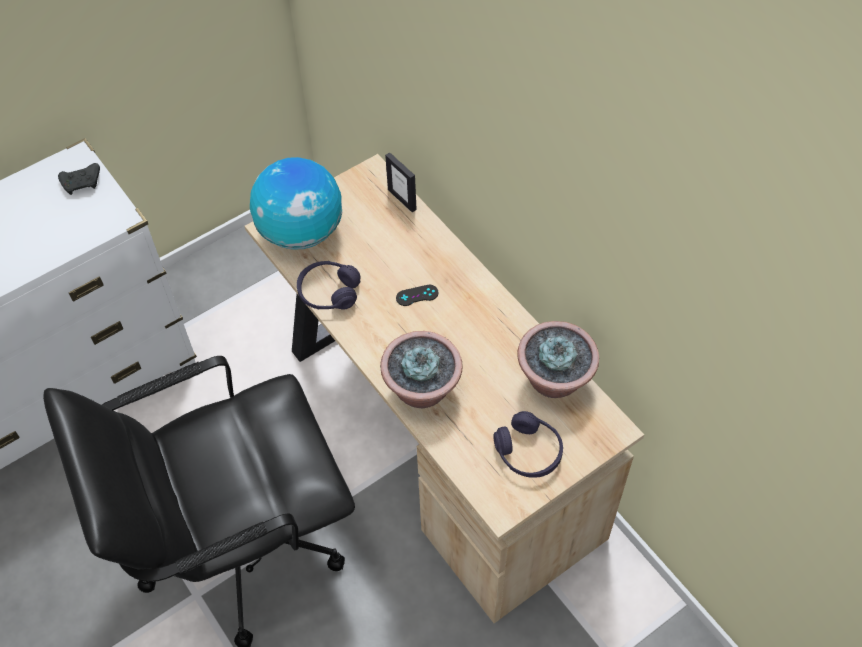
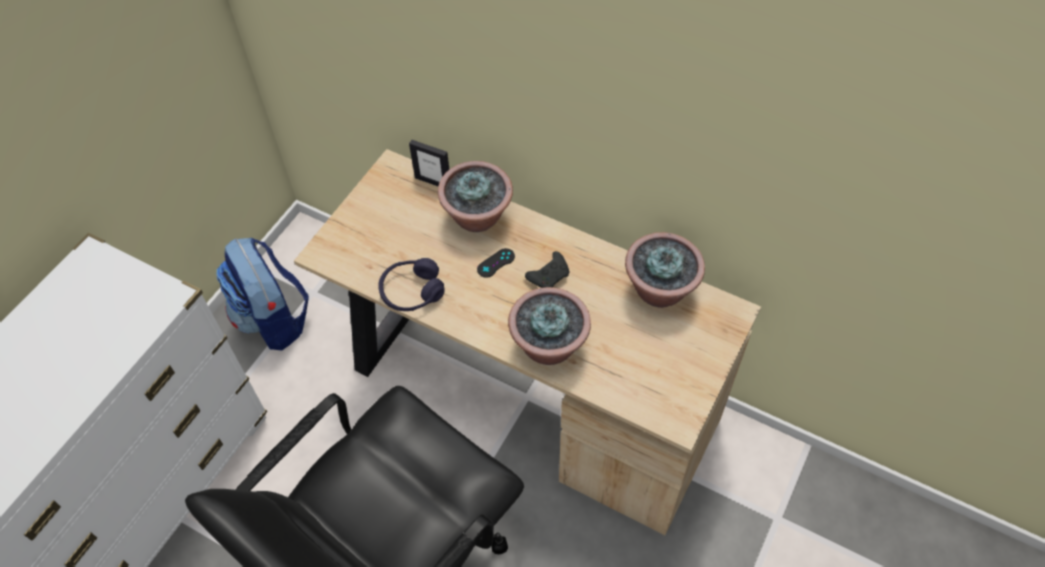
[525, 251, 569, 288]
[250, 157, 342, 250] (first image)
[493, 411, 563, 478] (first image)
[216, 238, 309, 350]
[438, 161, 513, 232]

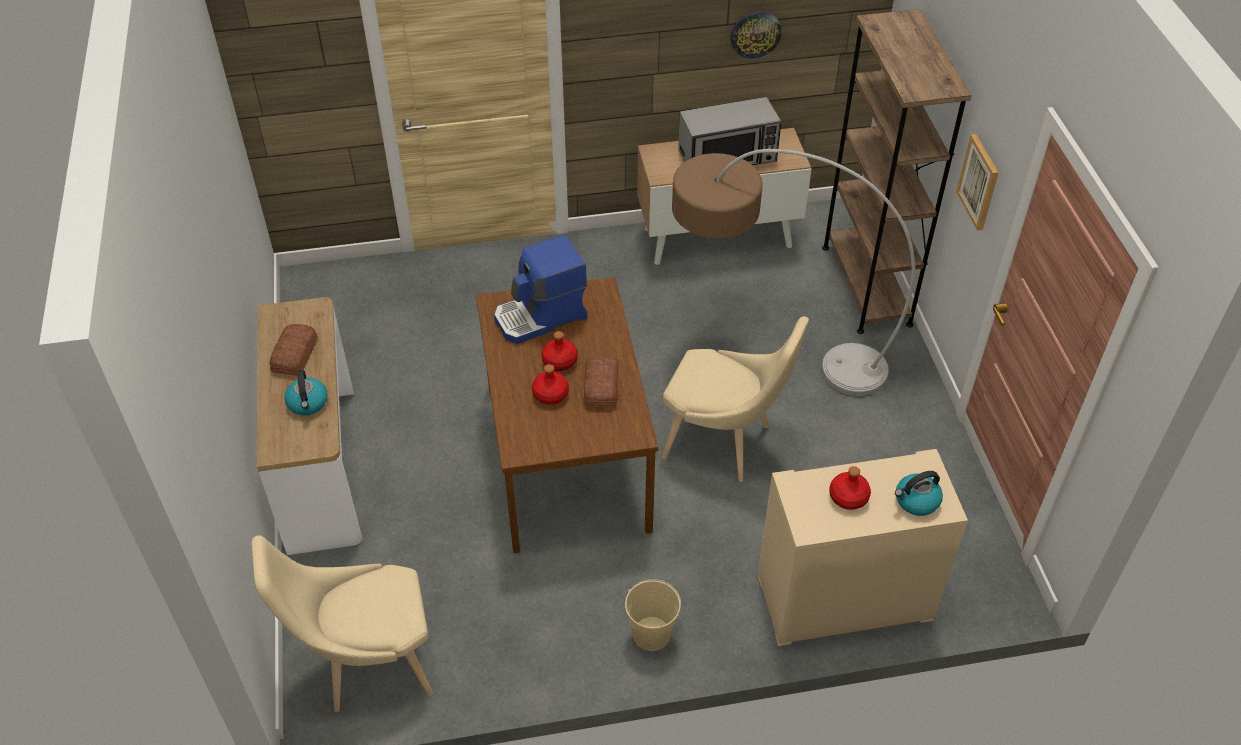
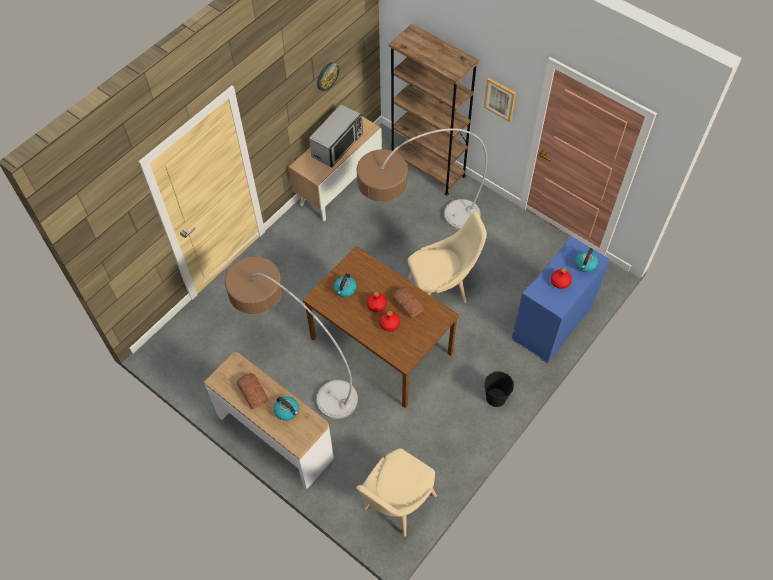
[334, 273, 357, 297]
[484, 371, 514, 407]
[512, 236, 610, 364]
[225, 256, 358, 419]

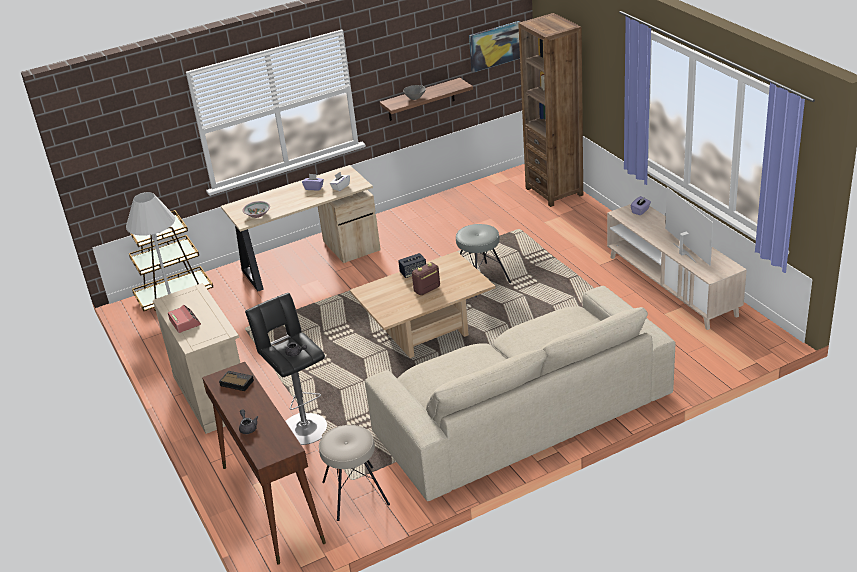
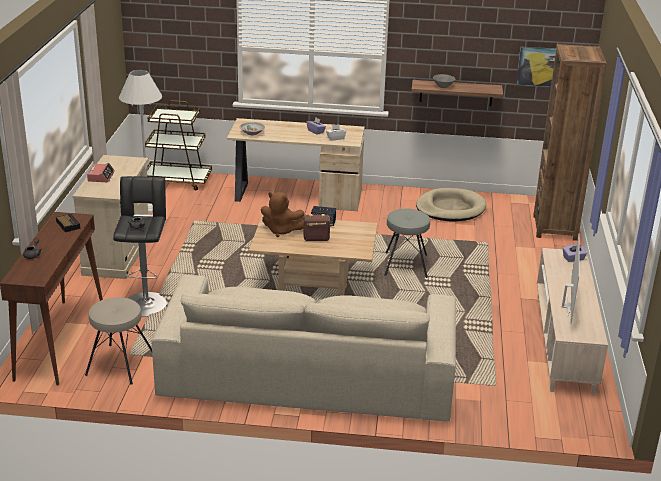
[261, 192, 305, 237]
[416, 188, 486, 221]

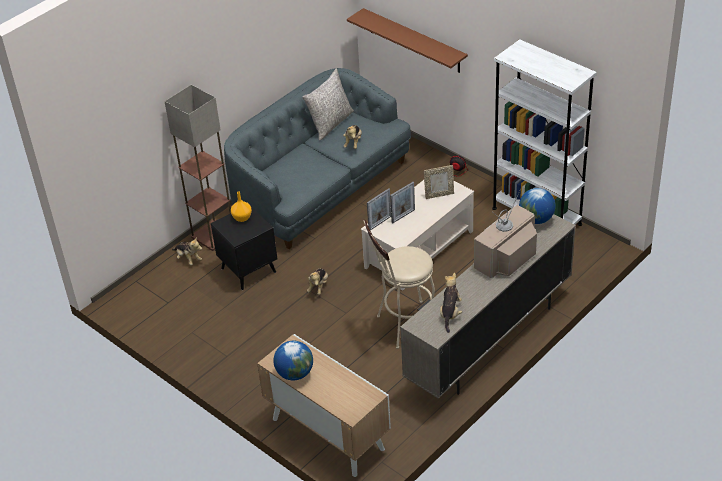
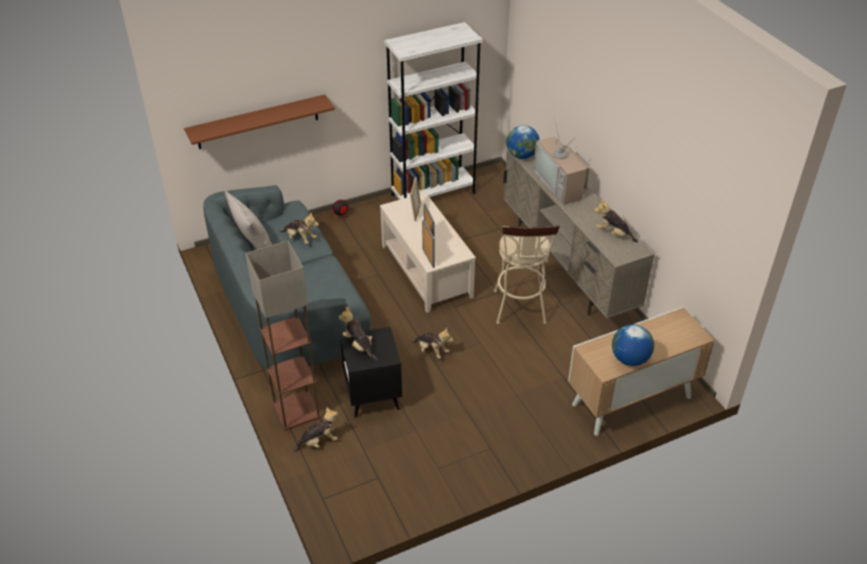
[339, 307, 378, 361]

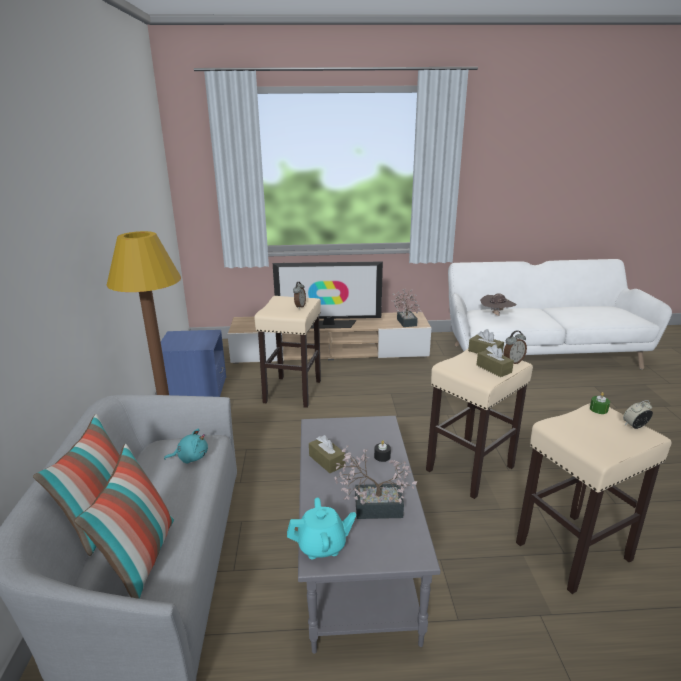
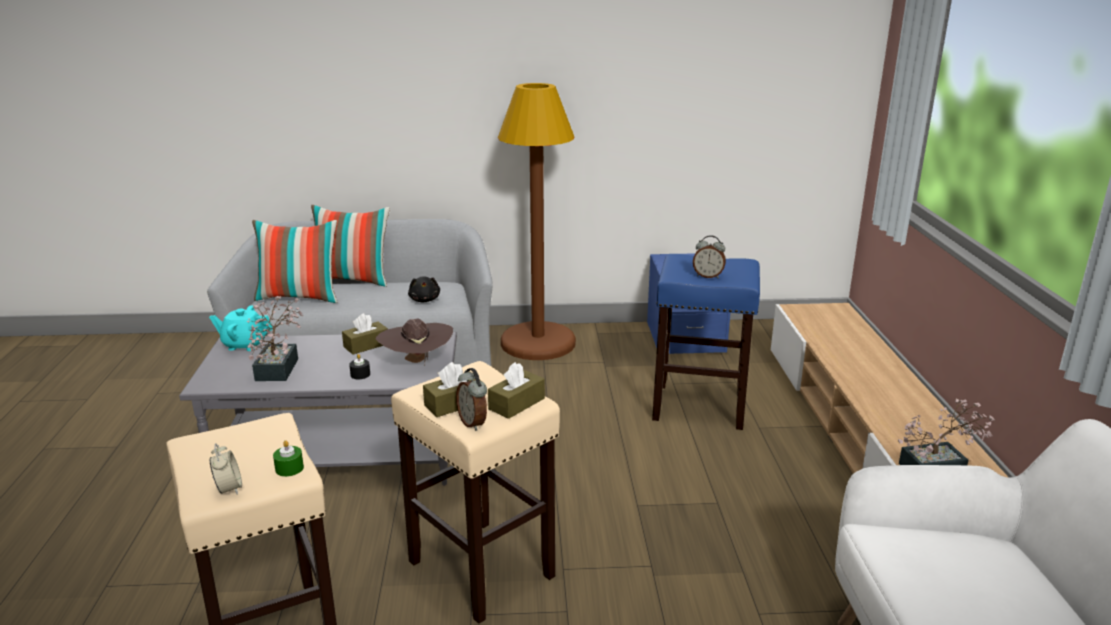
[408, 276, 440, 302]
[652, 254, 760, 430]
[273, 261, 383, 329] (first image)
[209, 305, 272, 351]
[376, 318, 453, 366]

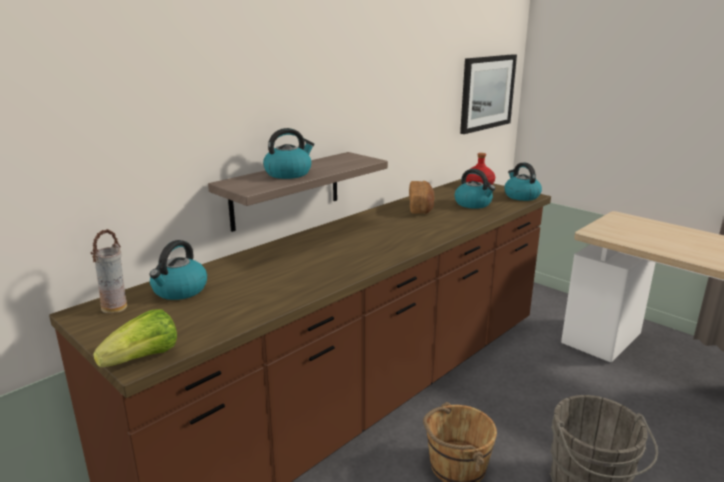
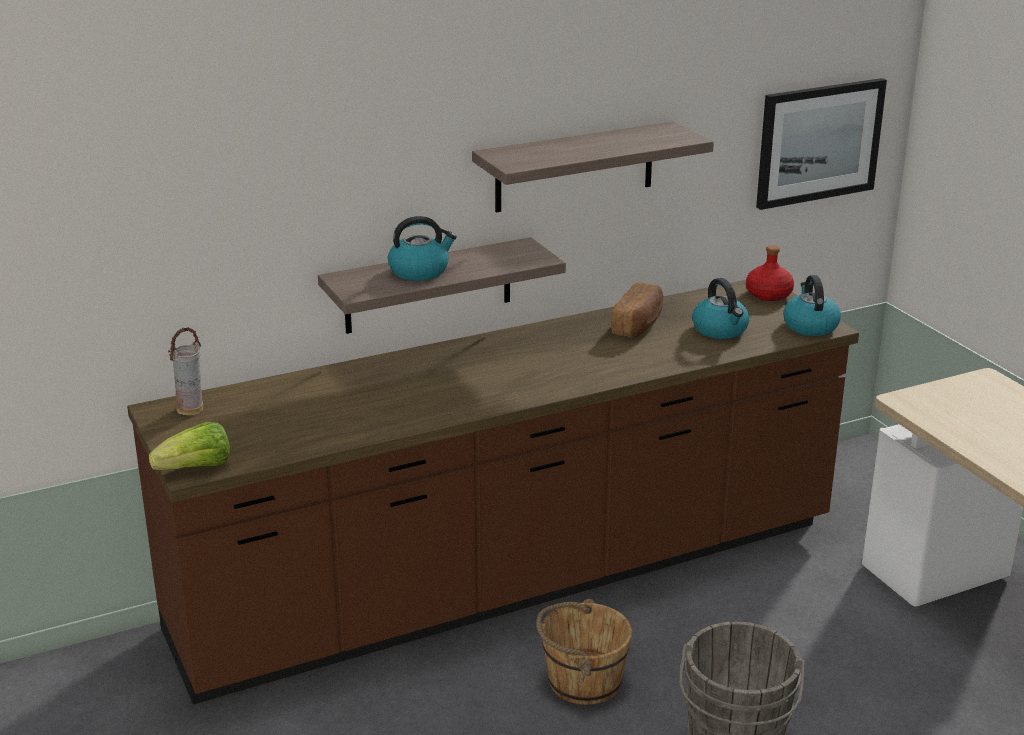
[149, 240, 207, 300] (first image)
[472, 121, 714, 213]

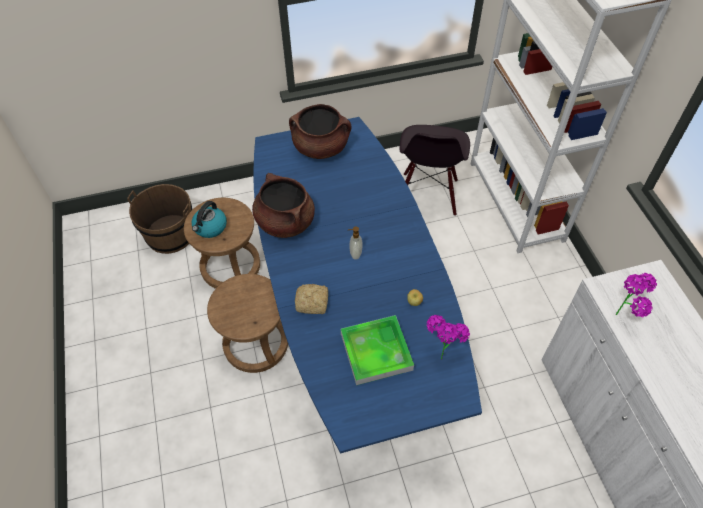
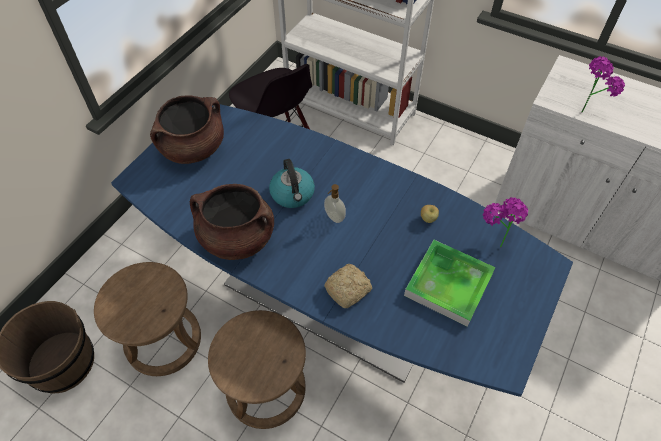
[269, 159, 315, 208]

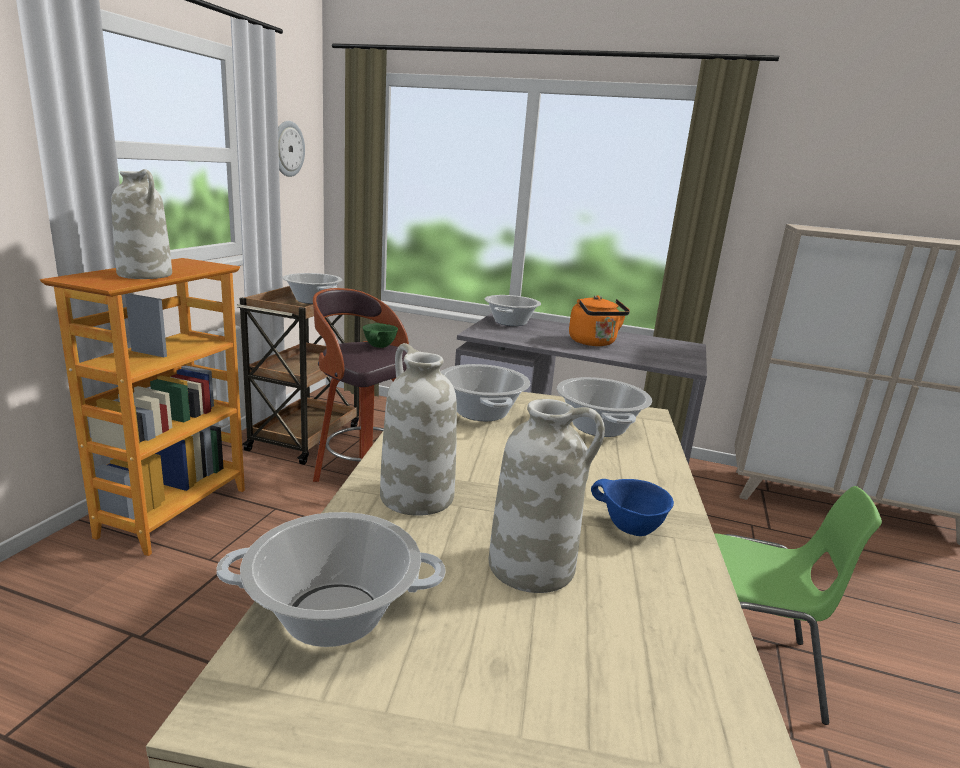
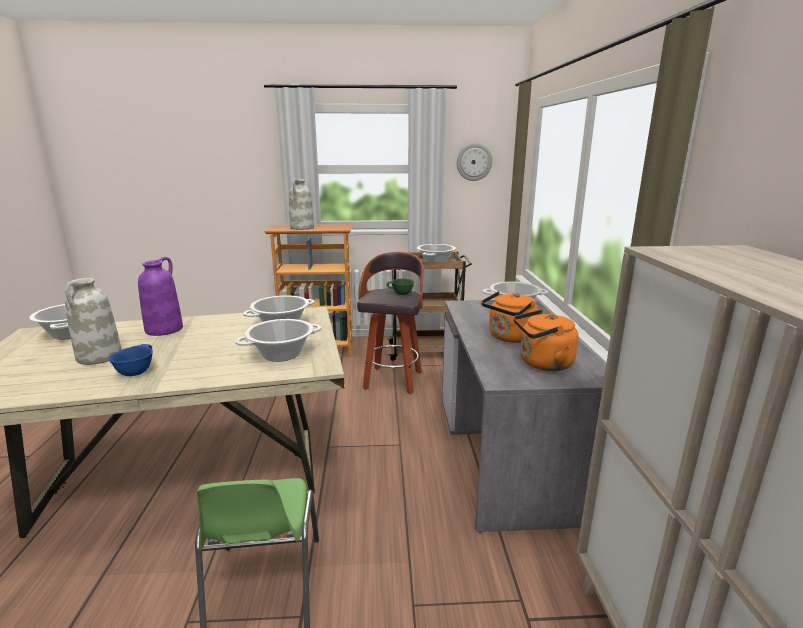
[138, 257, 183, 336]
[514, 310, 578, 371]

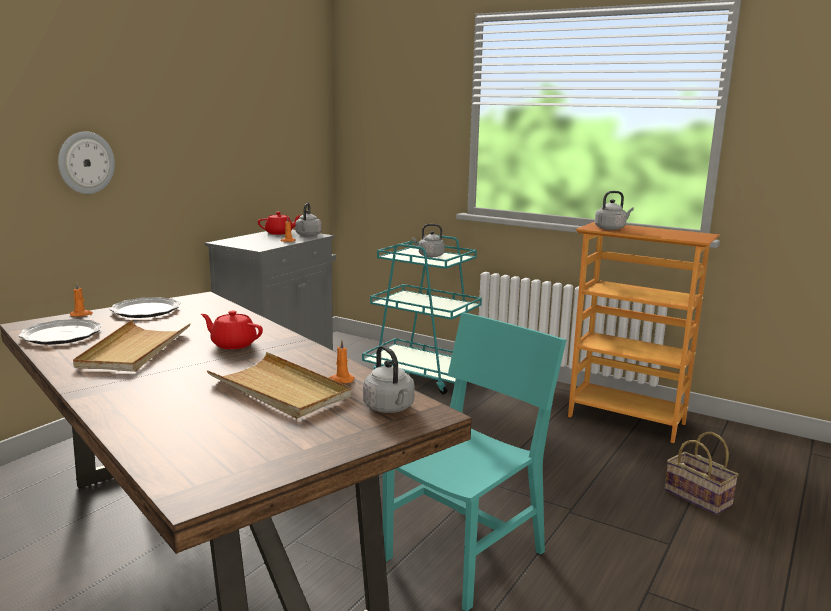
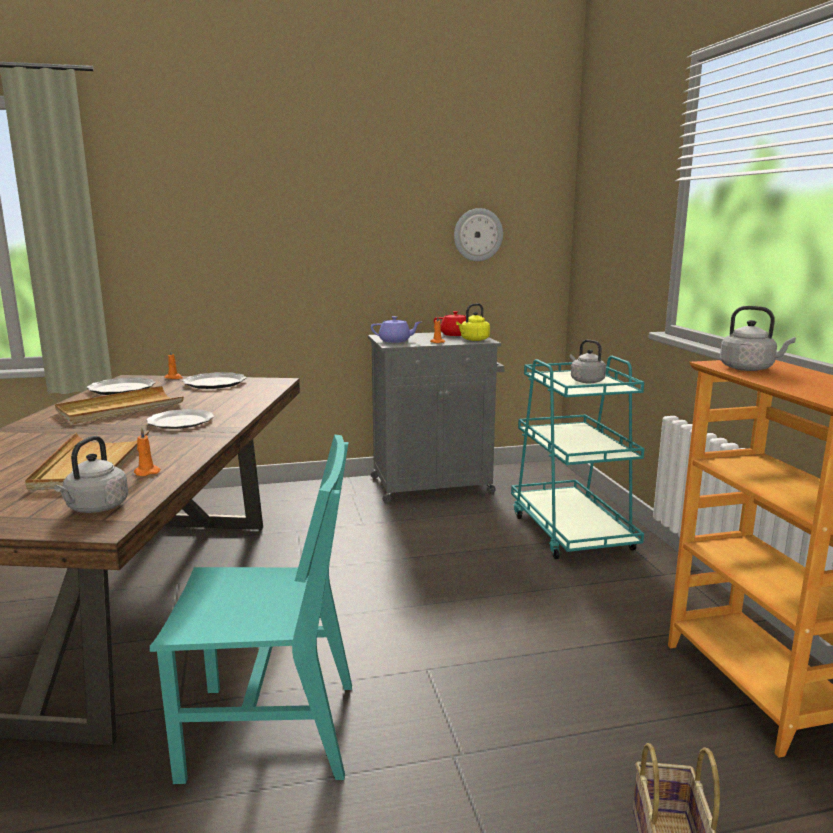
[454, 208, 503, 261]
[146, 409, 214, 429]
[456, 303, 490, 341]
[371, 316, 421, 343]

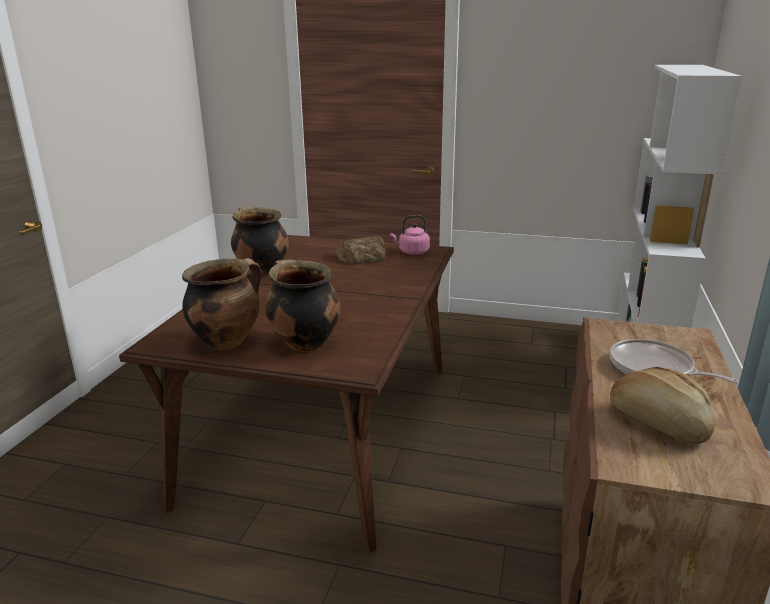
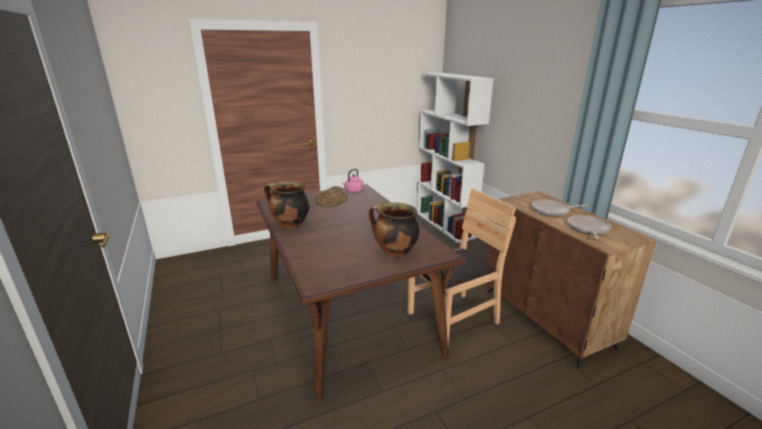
[182, 258, 261, 350] (first image)
[567, 215, 611, 239]
[407, 188, 516, 344]

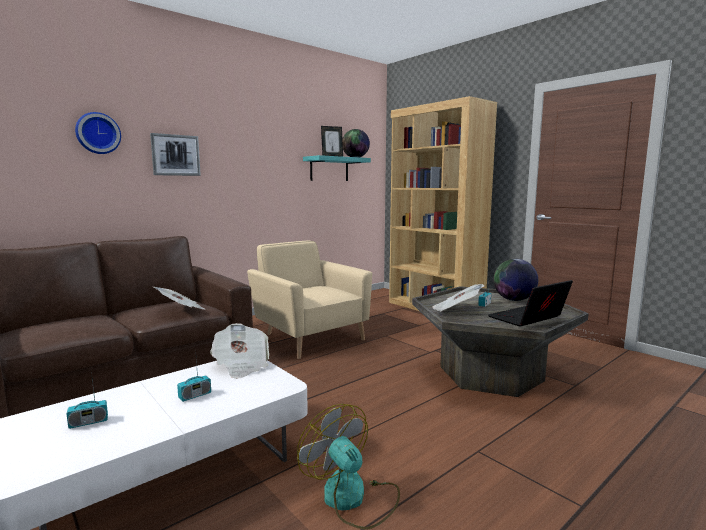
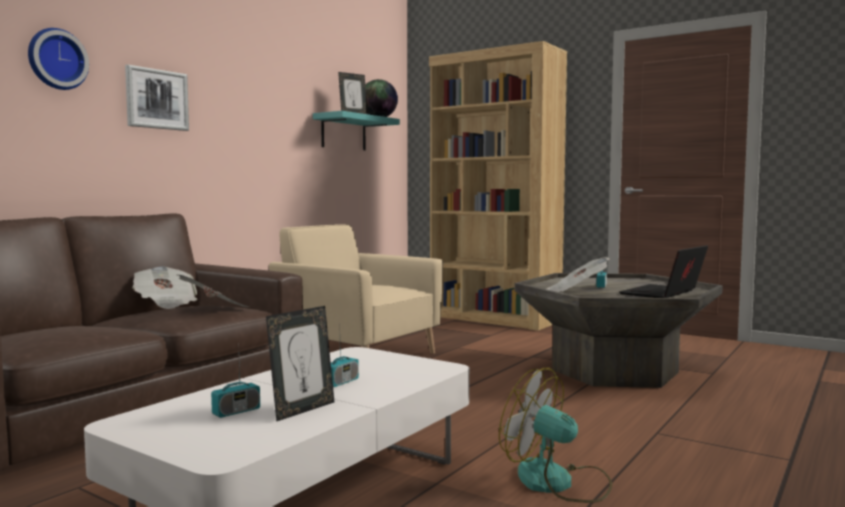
[132, 266, 197, 309]
[493, 259, 538, 301] (first image)
[266, 306, 334, 422]

